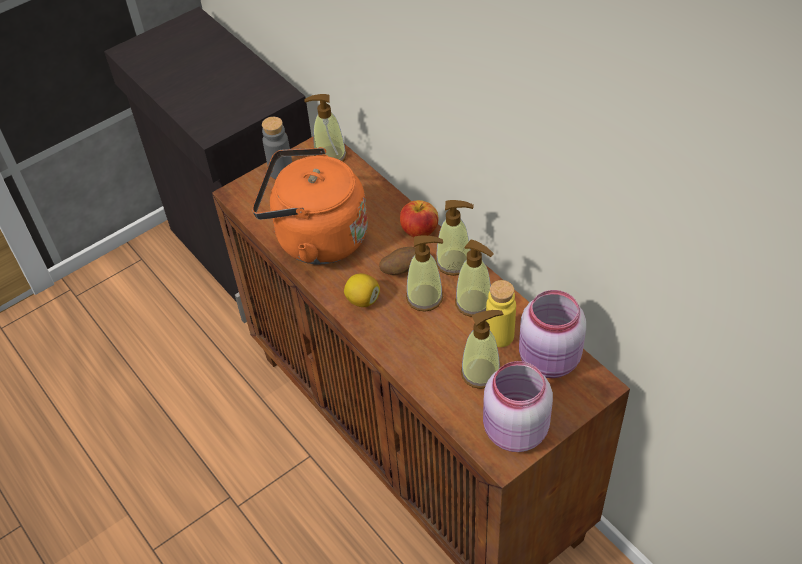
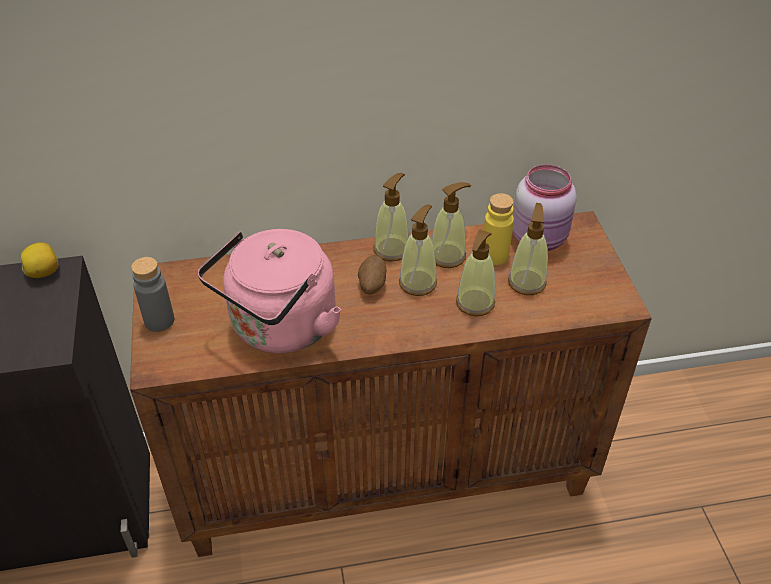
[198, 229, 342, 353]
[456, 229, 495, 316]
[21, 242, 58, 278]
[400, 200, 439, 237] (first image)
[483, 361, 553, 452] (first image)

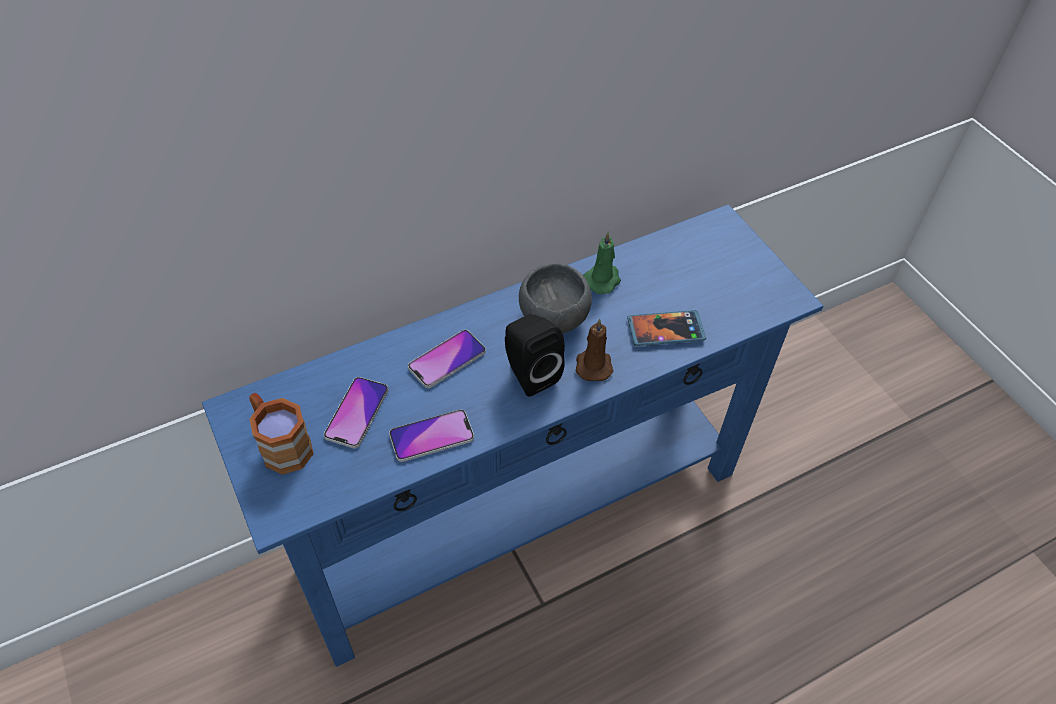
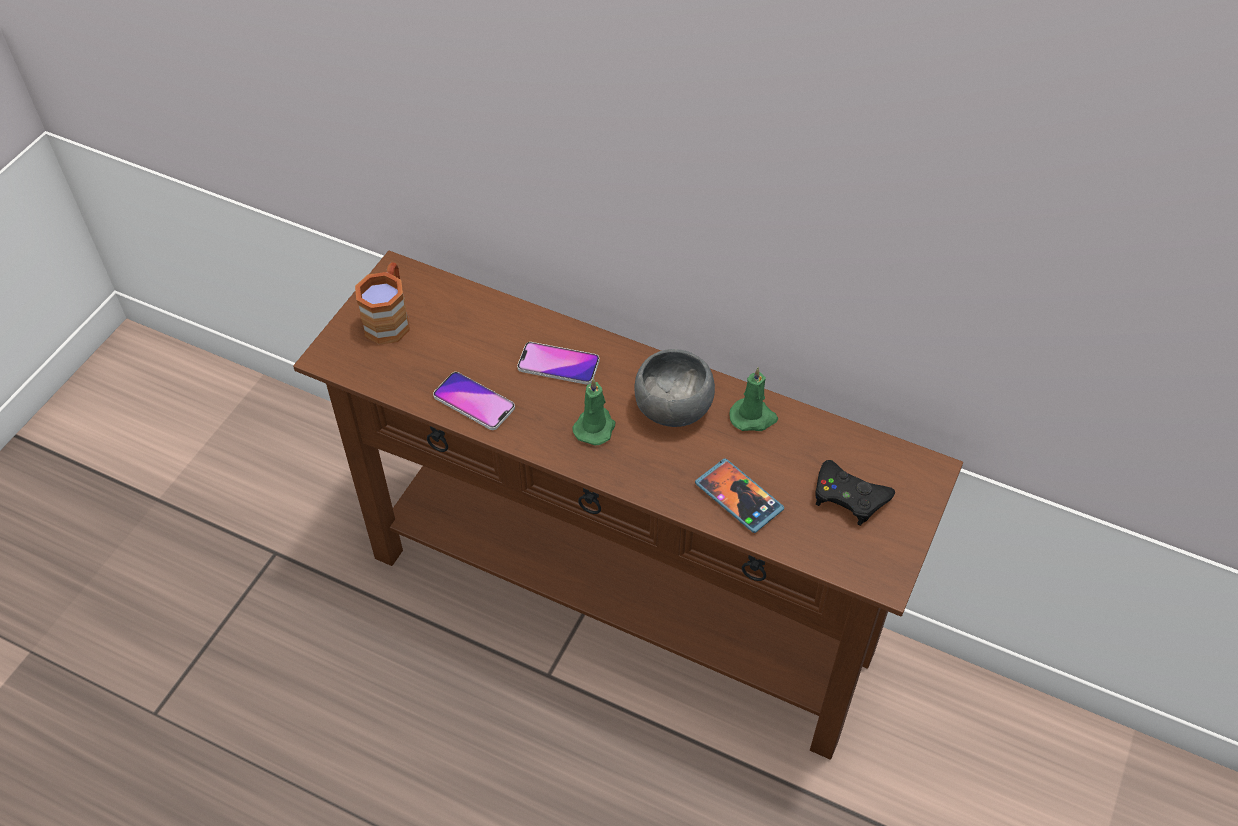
[293, 251, 963, 760]
[324, 377, 389, 448] (first image)
[572, 378, 615, 445]
[576, 319, 613, 381] (first image)
[815, 460, 895, 526]

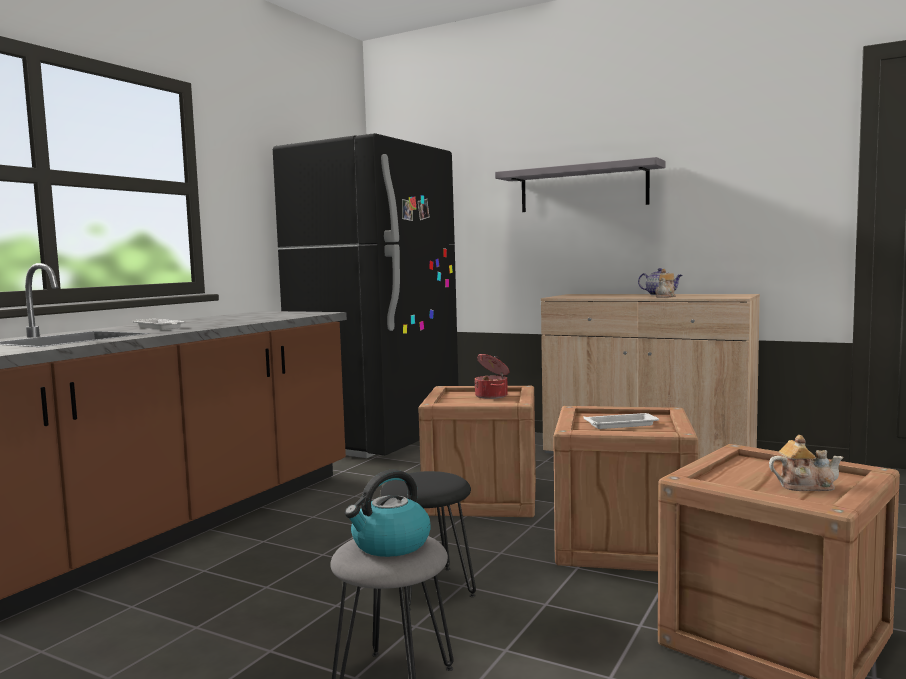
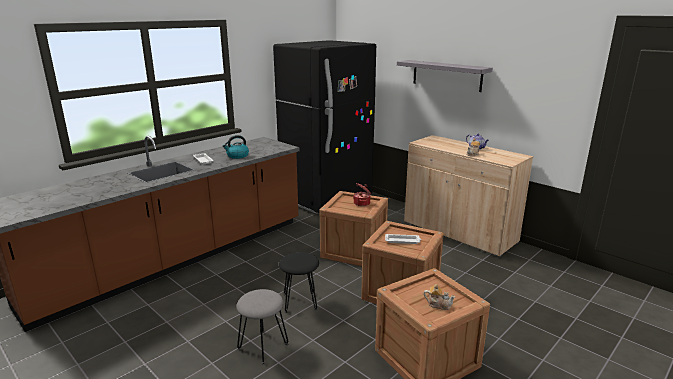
[222, 135, 249, 159]

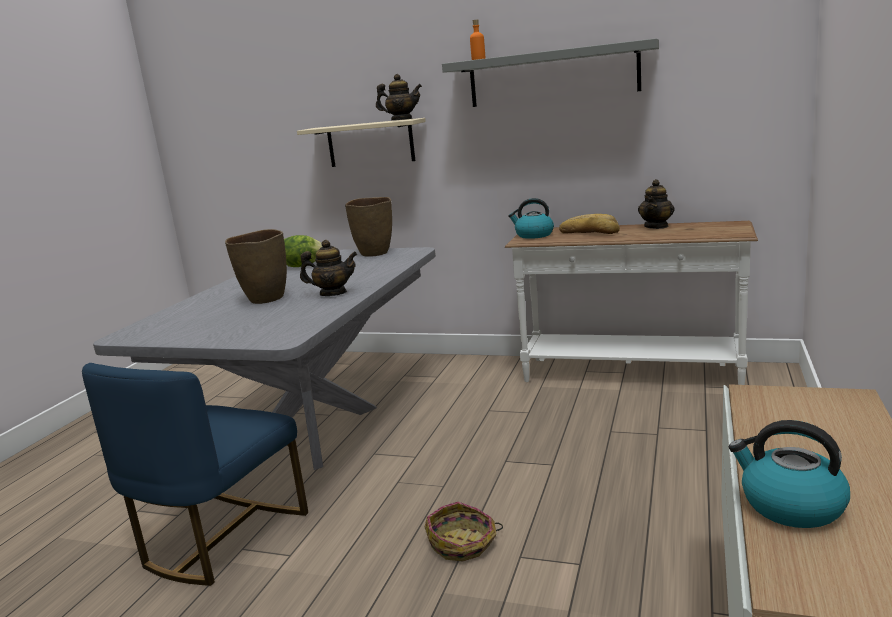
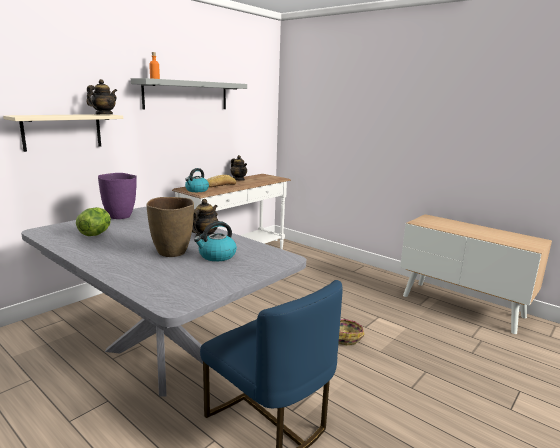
[98, 173, 137, 219]
[194, 221, 237, 261]

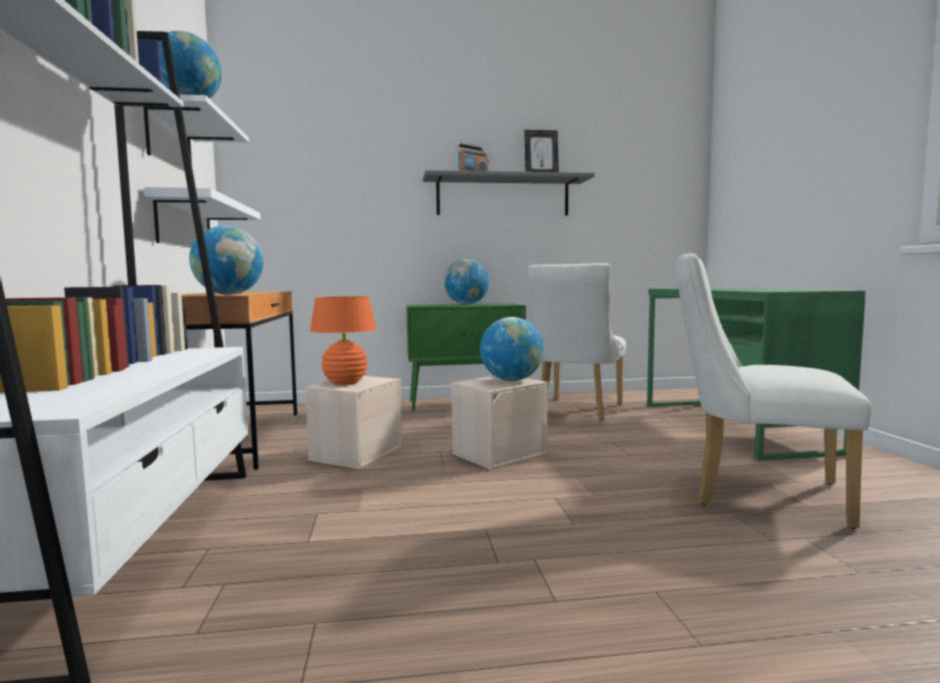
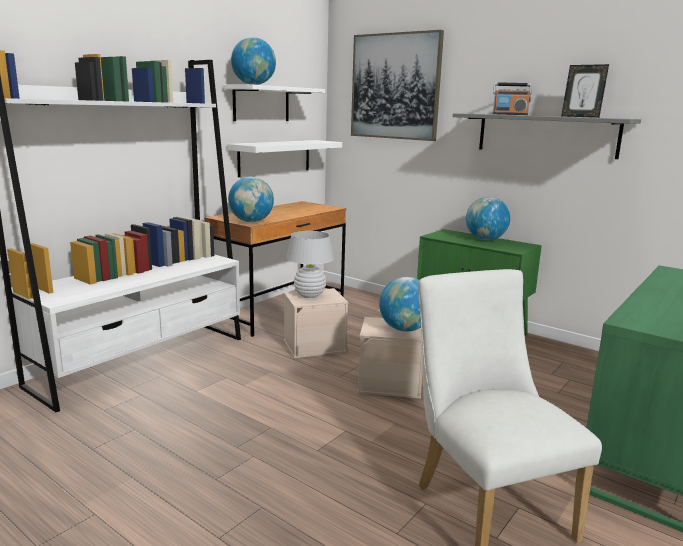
[286, 231, 334, 298]
[528, 263, 626, 421] (first image)
[351, 30, 444, 141]

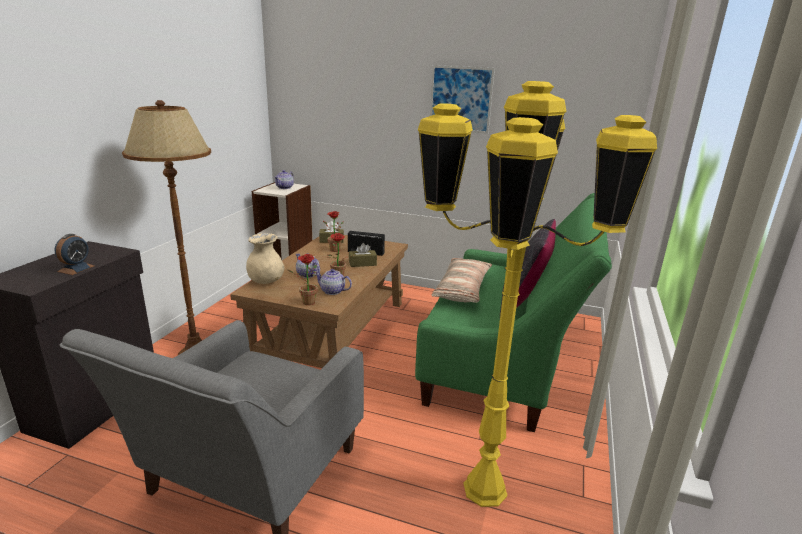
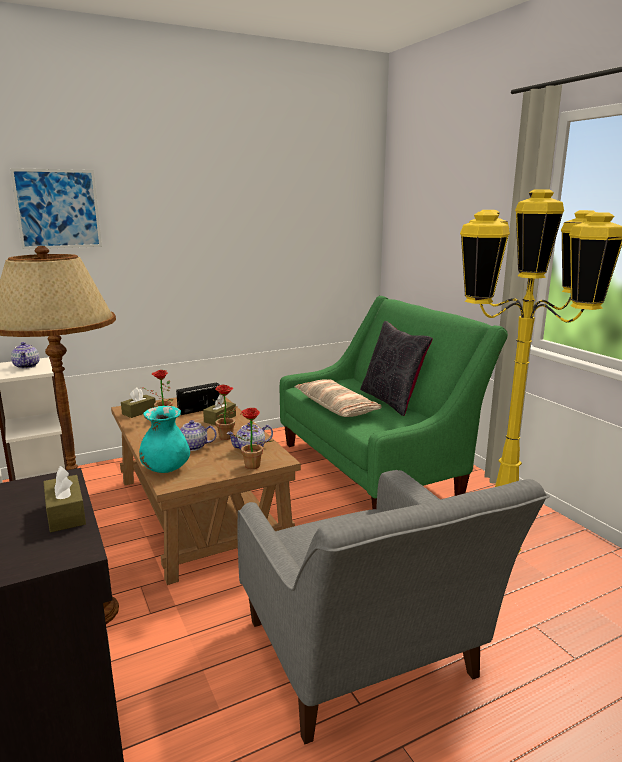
[44, 466, 86, 532]
[139, 406, 190, 473]
[10, 168, 102, 249]

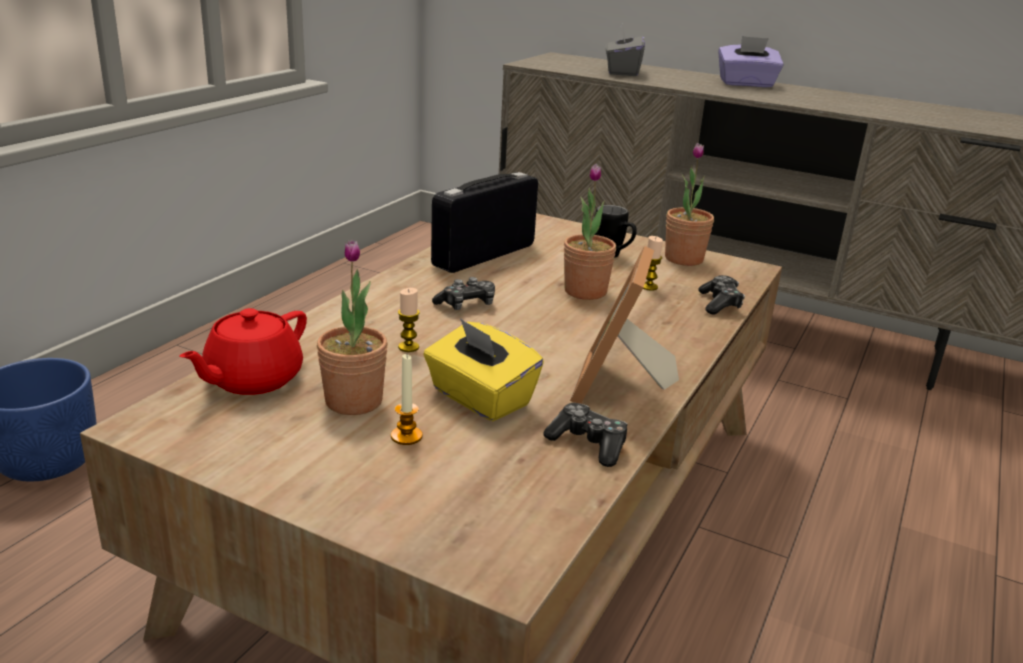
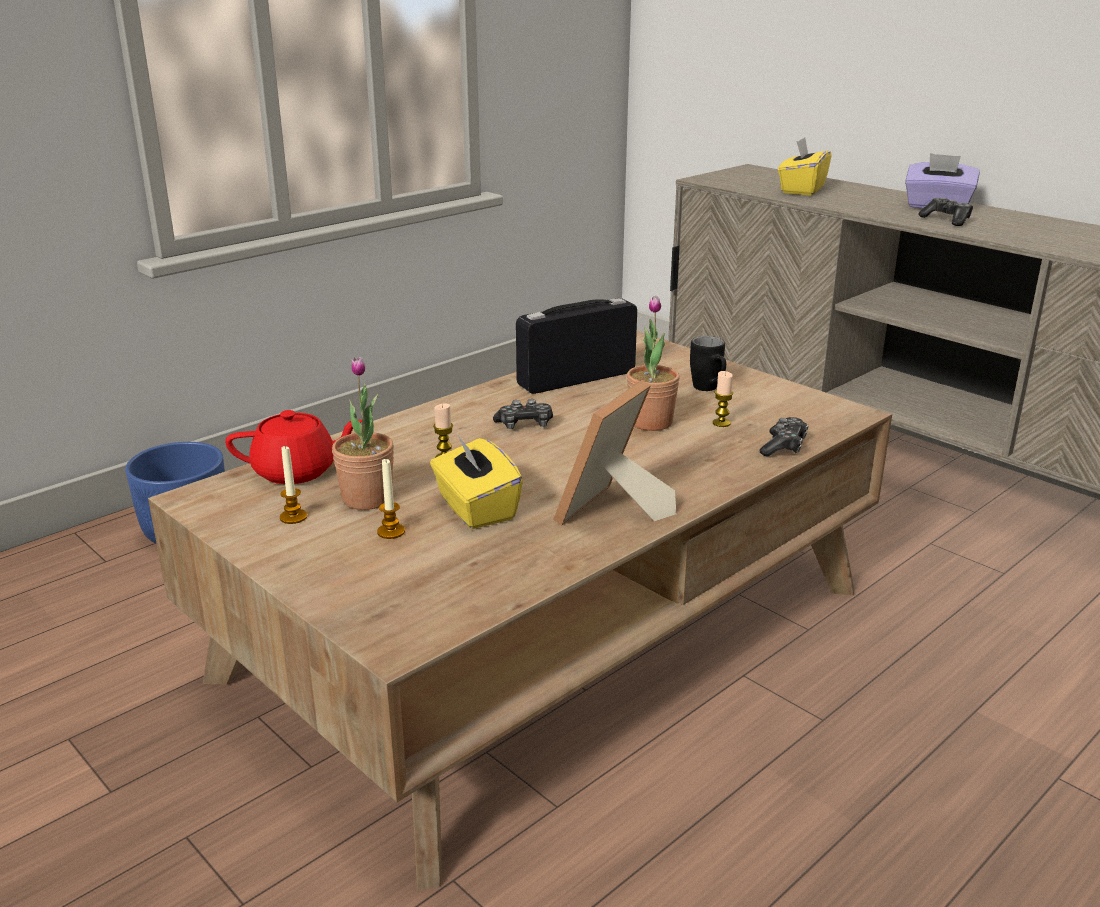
[225, 410, 362, 484]
[918, 198, 973, 226]
[778, 137, 832, 196]
[665, 143, 714, 266] (first image)
[280, 446, 307, 524]

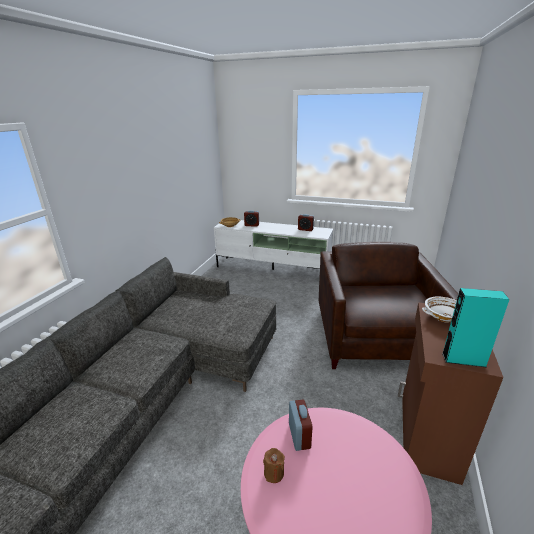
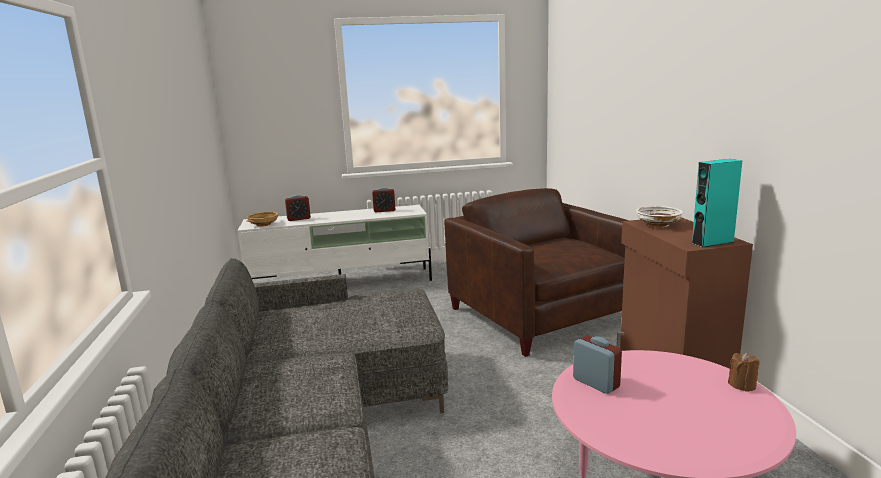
[728, 353, 760, 392]

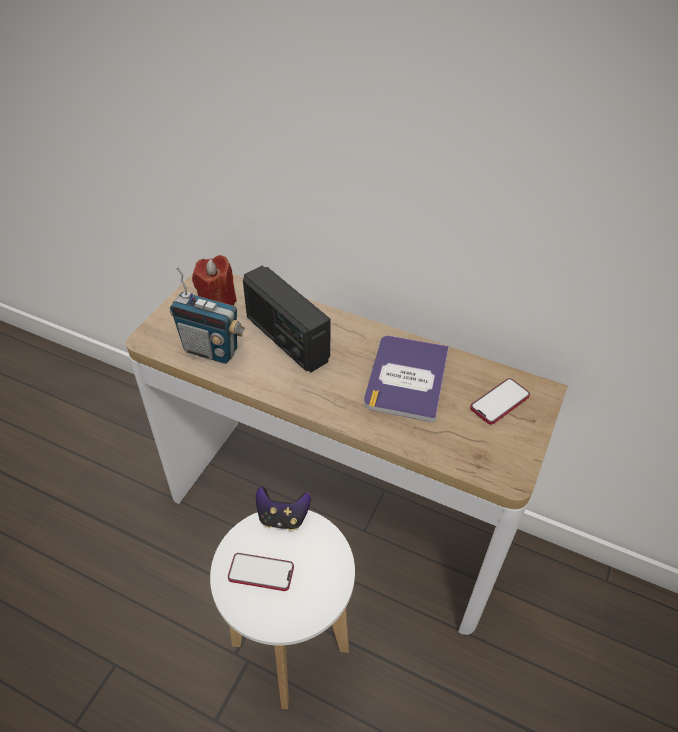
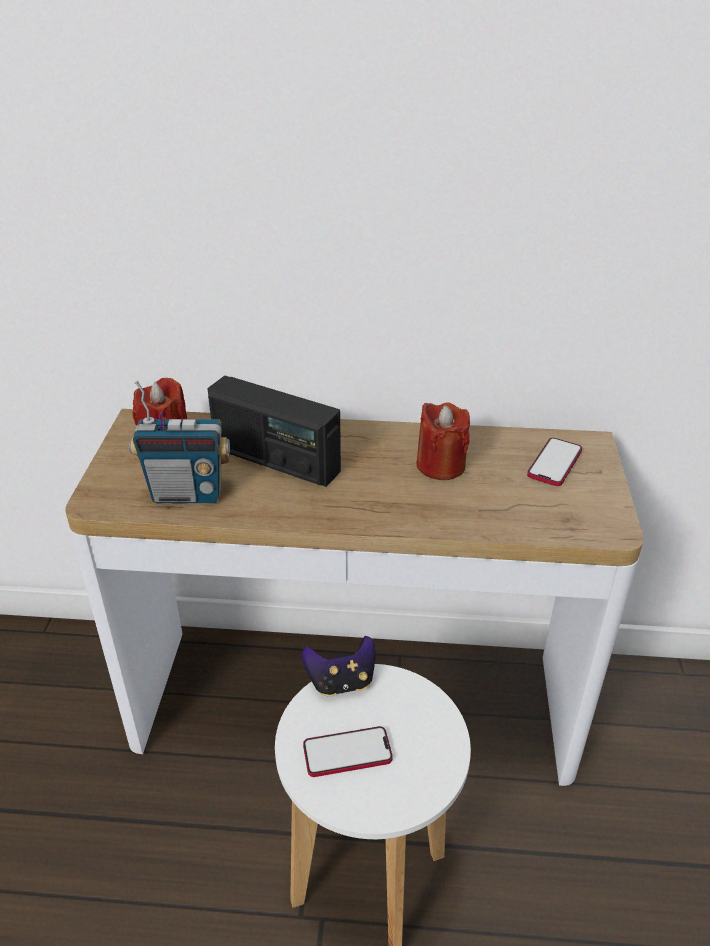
[416, 402, 470, 480]

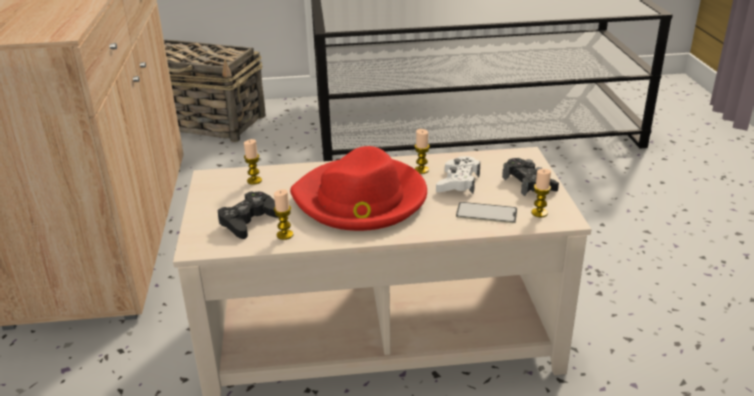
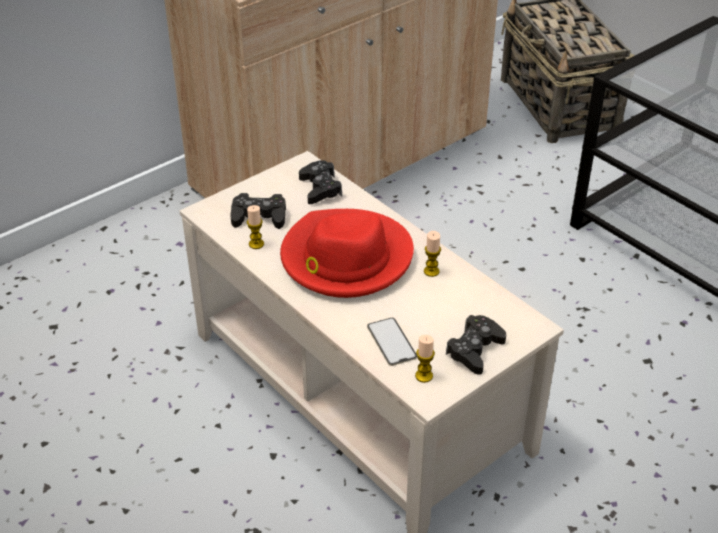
[299, 160, 342, 204]
[436, 156, 480, 194] (first image)

